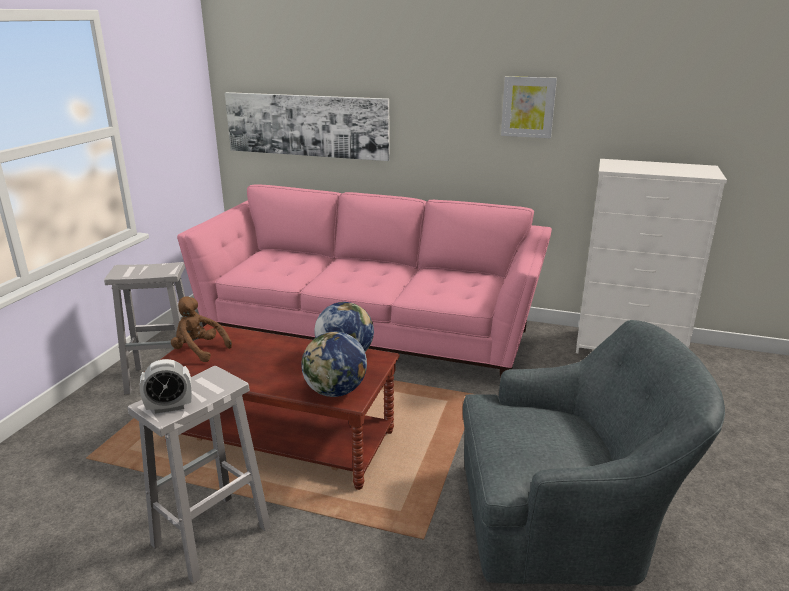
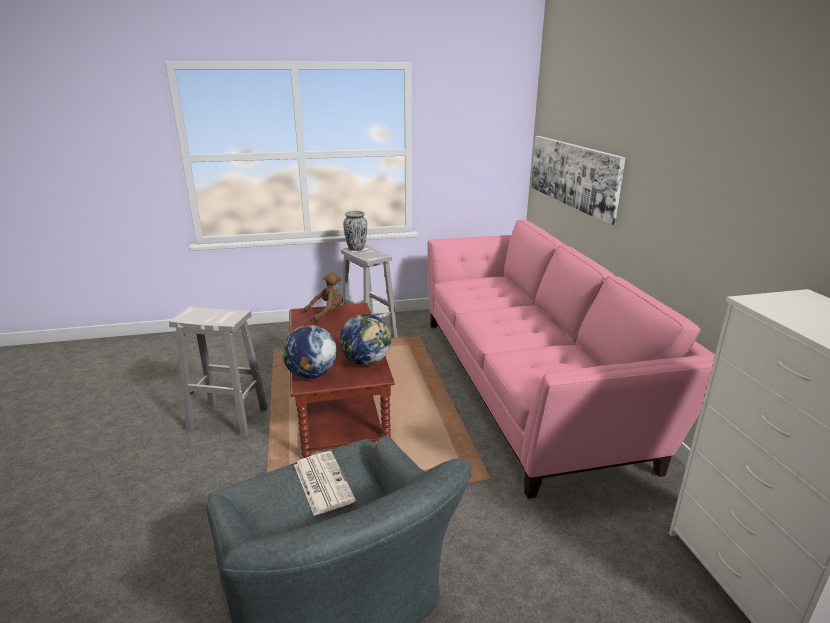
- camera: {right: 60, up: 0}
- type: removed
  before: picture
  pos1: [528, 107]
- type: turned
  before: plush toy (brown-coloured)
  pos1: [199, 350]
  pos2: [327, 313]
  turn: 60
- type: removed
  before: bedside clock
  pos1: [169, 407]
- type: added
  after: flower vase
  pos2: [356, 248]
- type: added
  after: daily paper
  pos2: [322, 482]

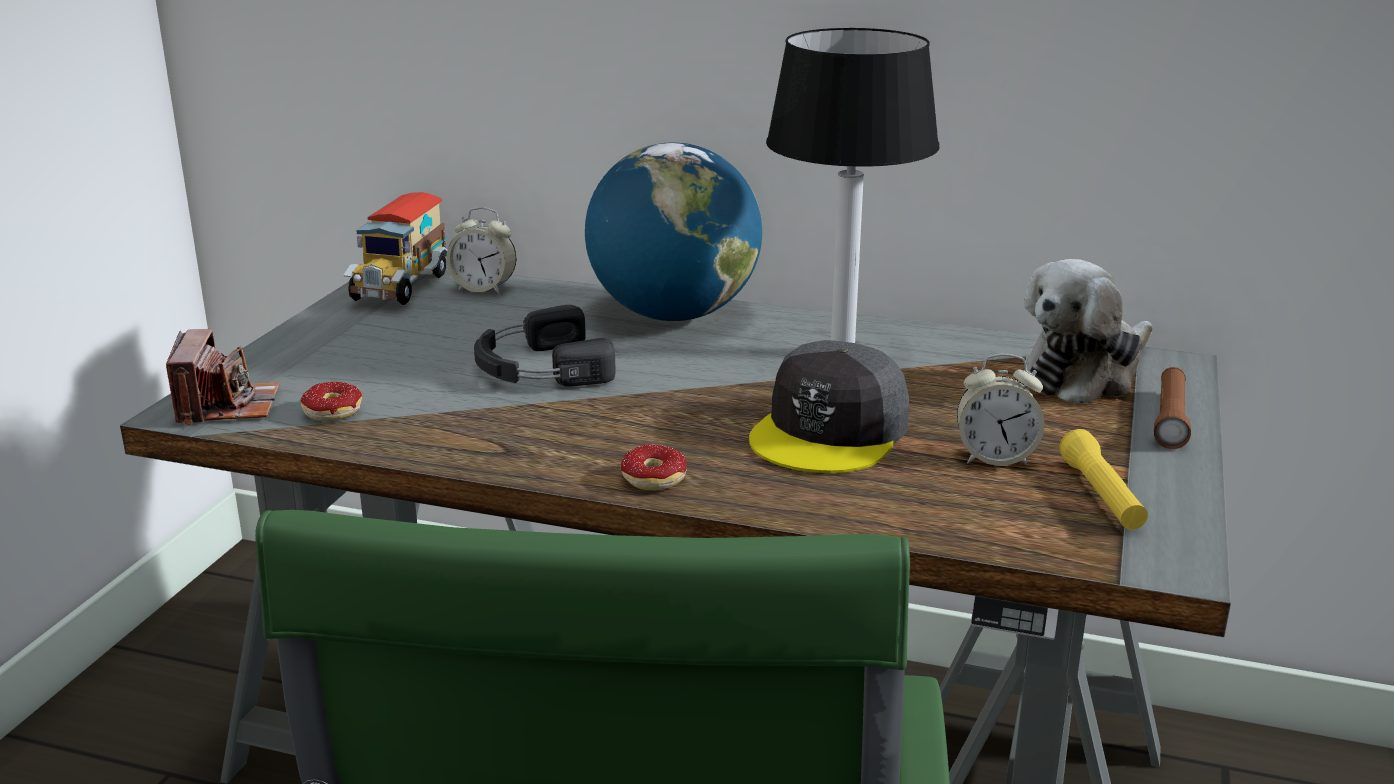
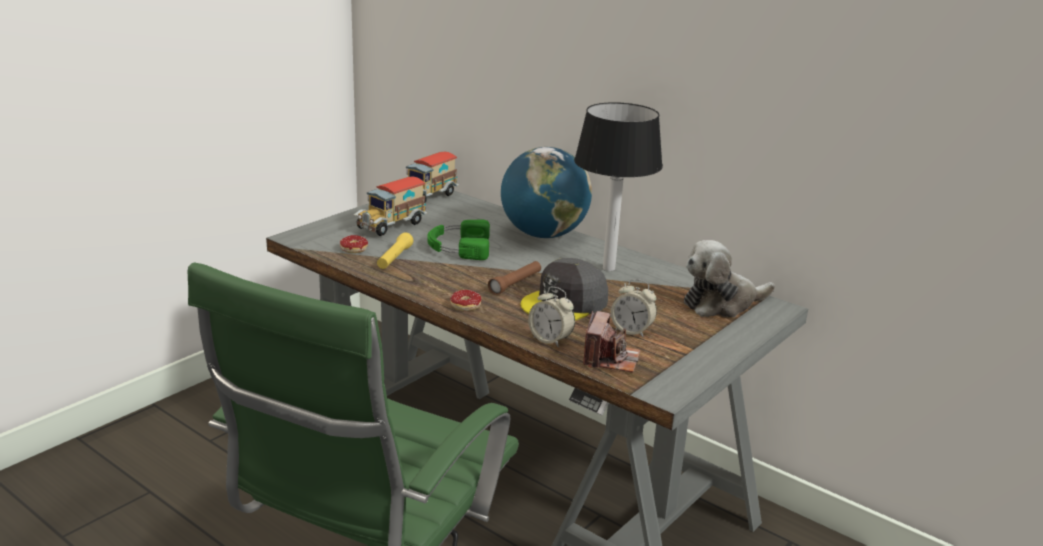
- camera: {right: 20, up: 0}
- type: moved
  before: bedside clock
  pos1: [484, 289]
  pos2: [550, 340]
- type: recoloured
  before: pair of headphones (black-coloured)
  after: pair of headphones (green)
  pos1: [538, 367]
  pos2: [458, 247]
- type: moved
  before: still camera
  pos1: [227, 406]
  pos2: [610, 359]
- type: moved
  before: torch (brown-coloured)
  pos1: [1170, 419]
  pos2: [515, 284]
- type: moved
  before: torch (yellow)
  pos1: [1101, 496]
  pos2: [394, 258]
- type: added
  after: model truck
  pos2: [391, 226]

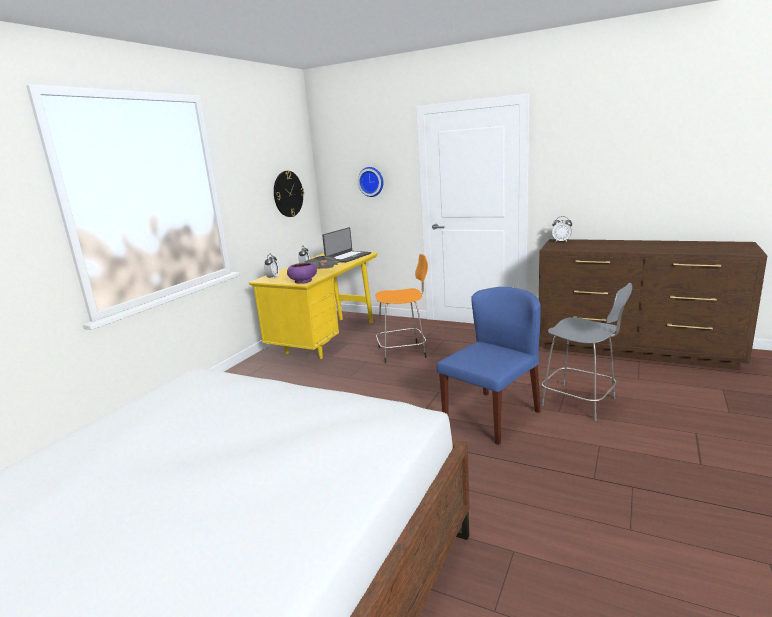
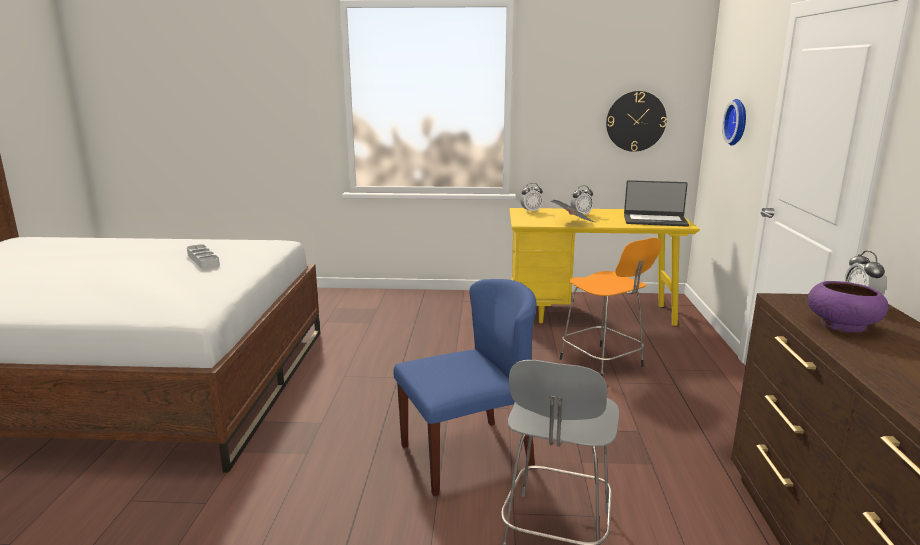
- camera: {right: 65, up: 0}
- type: moved
  before: serving bowl (purple)
  pos1: [303, 281]
  pos2: [841, 325]
- type: turned
  before: plain chair (blue)
  pos1: [491, 416]
  pos2: [466, 455]
  turn: -45
- type: added
  after: carrying tray (greyish)
  pos2: [203, 260]

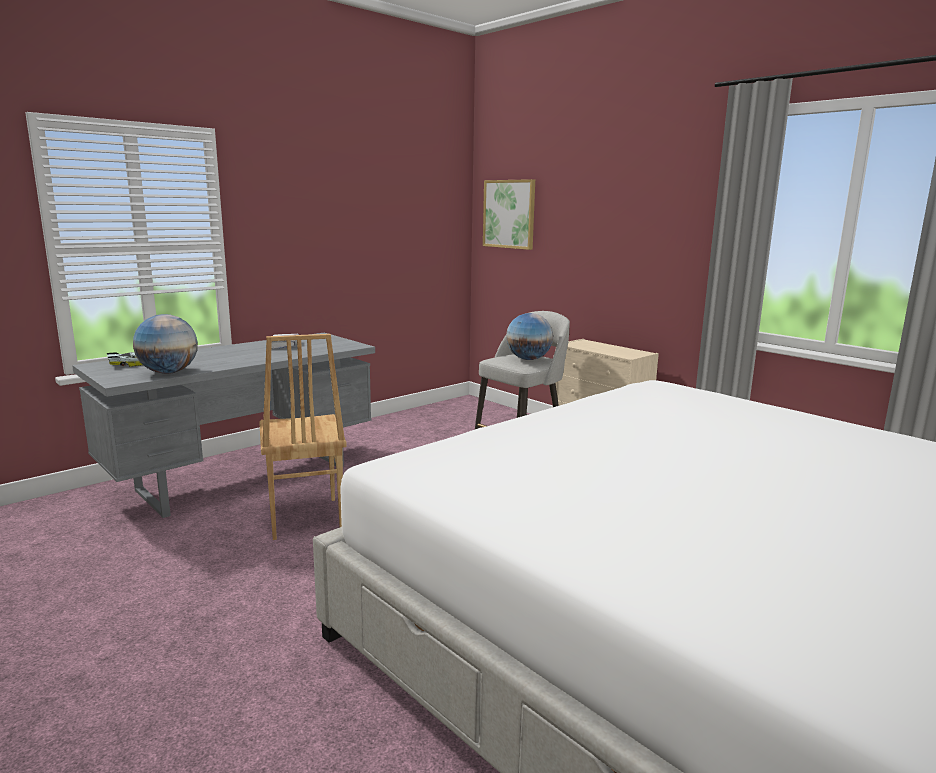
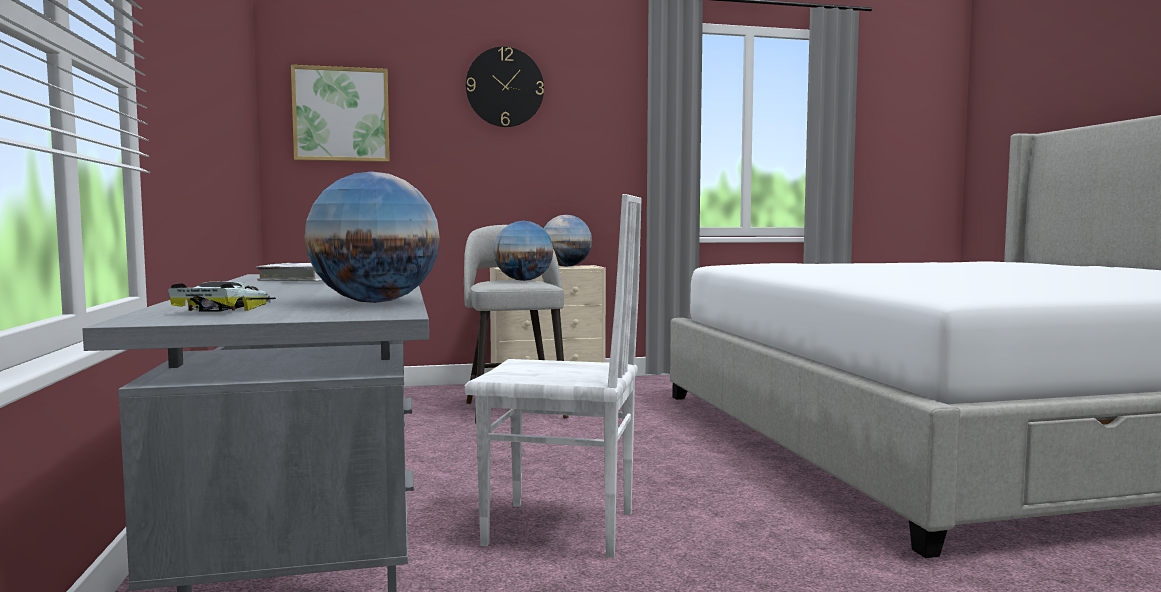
- camera: {right: -60, up: -10}
- type: recoloured
  before: plain chair (brown-coloured)
  after: plain chair (white-coloured)
  pos1: [304, 518]
  pos2: [560, 530]
- type: added
  after: clock on the wall
  pos2: [504, 87]
- type: added
  after: globe
  pos2: [566, 266]

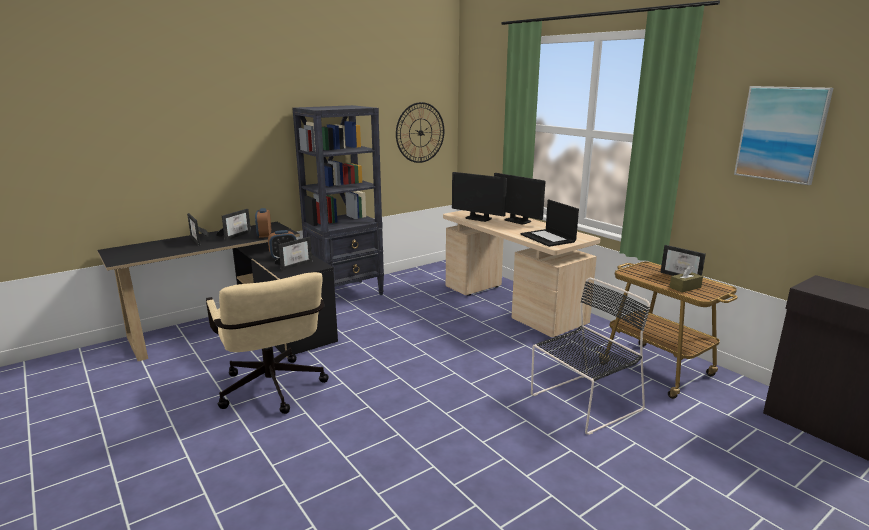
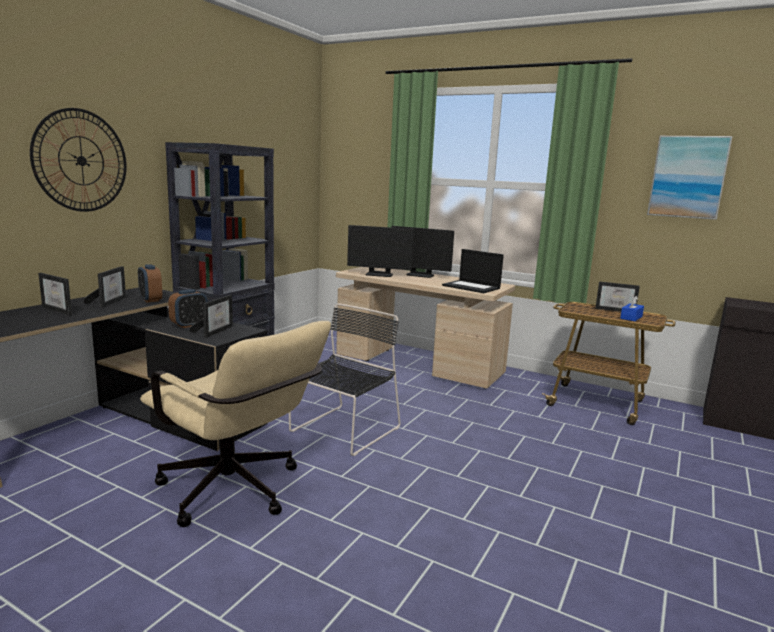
- camera: {right: -25, up: -5}
- type: moved
  before: clock on the wall
  pos1: [420, 133]
  pos2: [81, 161]
- type: recoloured
  before: tissue holder (brown-coloured)
  after: tissue holder (blue)
  pos1: [685, 287]
  pos2: [631, 317]
- type: moved
  before: plain chair (black-coloured)
  pos1: [583, 403]
  pos2: [343, 430]

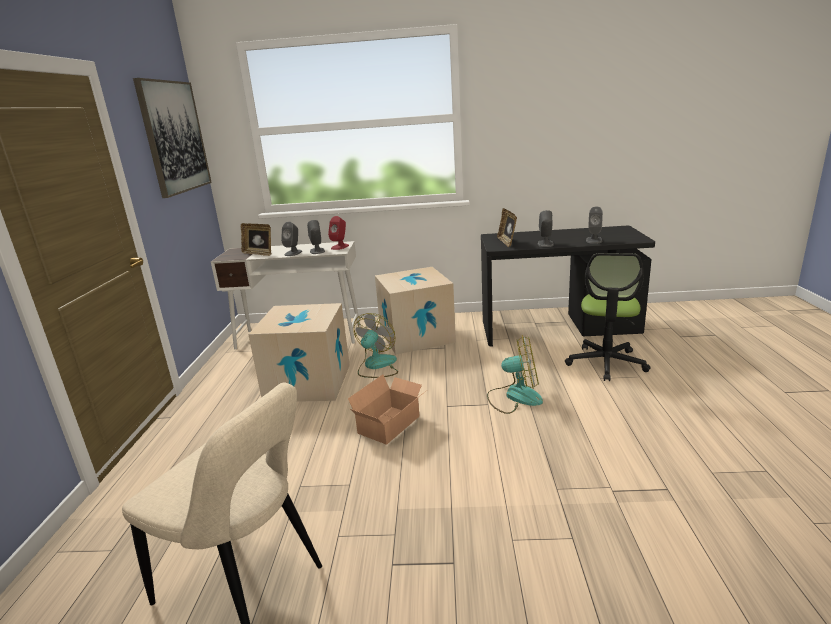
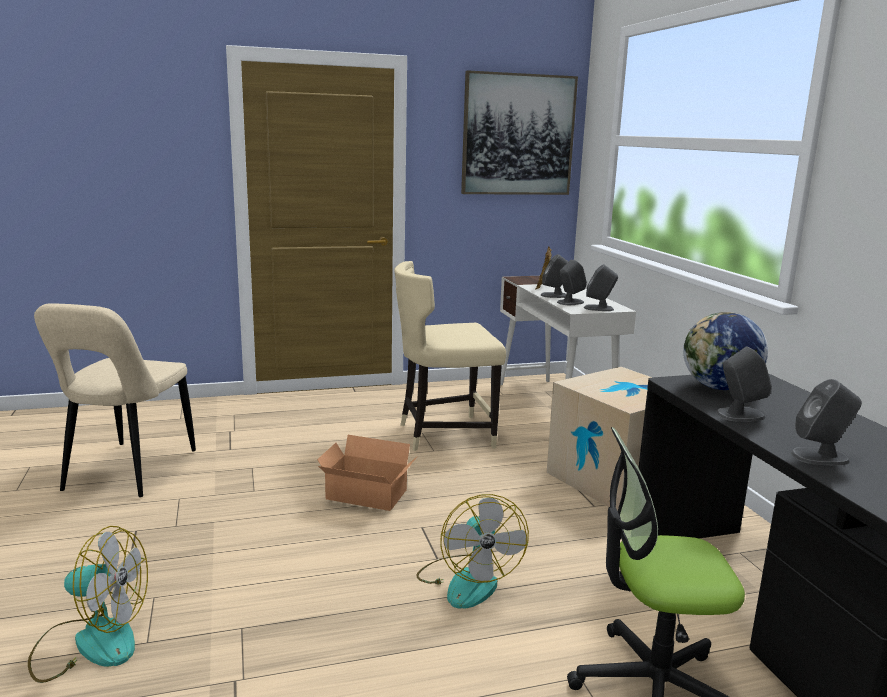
- camera: {right: 70, up: -5}
- type: replaced
  before: standing frame
  after: globe
  pos1: [507, 242]
  pos2: [719, 388]
- type: recoloured
  before: audio speaker (reddish)
  after: audio speaker (greyish)
  pos1: [340, 247]
  pos2: [599, 308]
- type: replaced
  before: carton
  after: plain chair (beige)
  pos1: [308, 382]
  pos2: [443, 434]
- type: moved
  before: fan
  pos1: [376, 366]
  pos2: [90, 642]

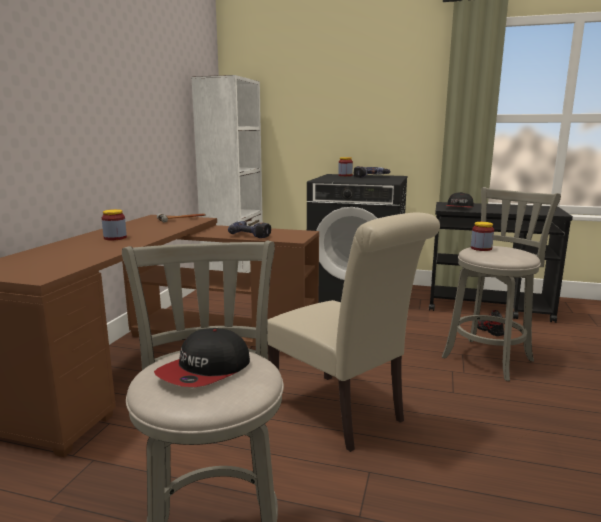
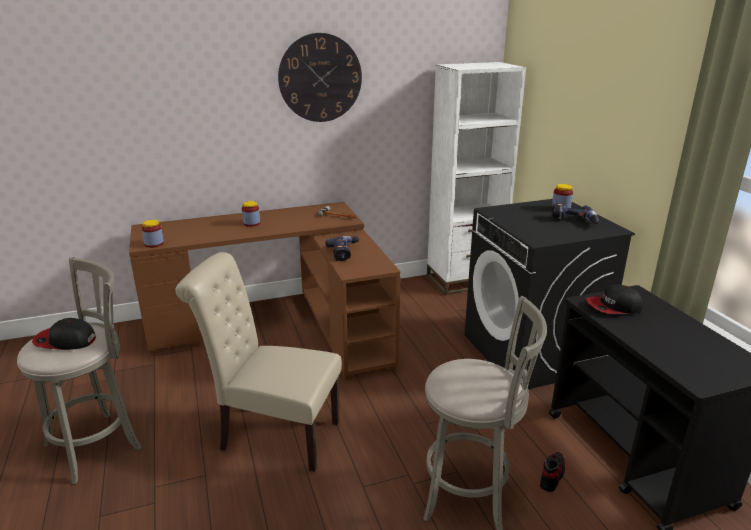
- camera: {right: 55, up: 10}
- type: turned
  before: plain chair (beige)
  pos1: [342, 413]
  pos2: [273, 434]
  turn: 90
- type: moved
  before: jar
  pos1: [481, 248]
  pos2: [154, 244]
- type: added
  after: clock on the wall
  pos2: [320, 78]

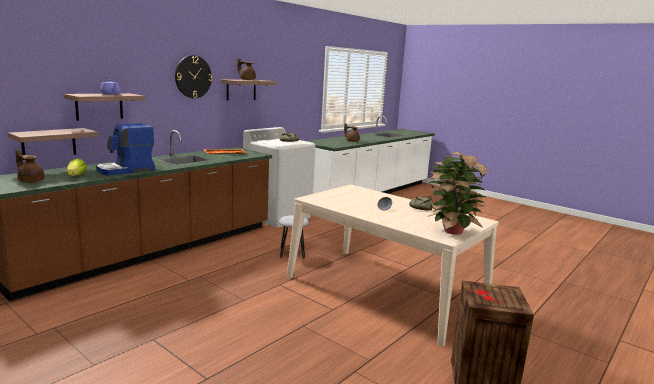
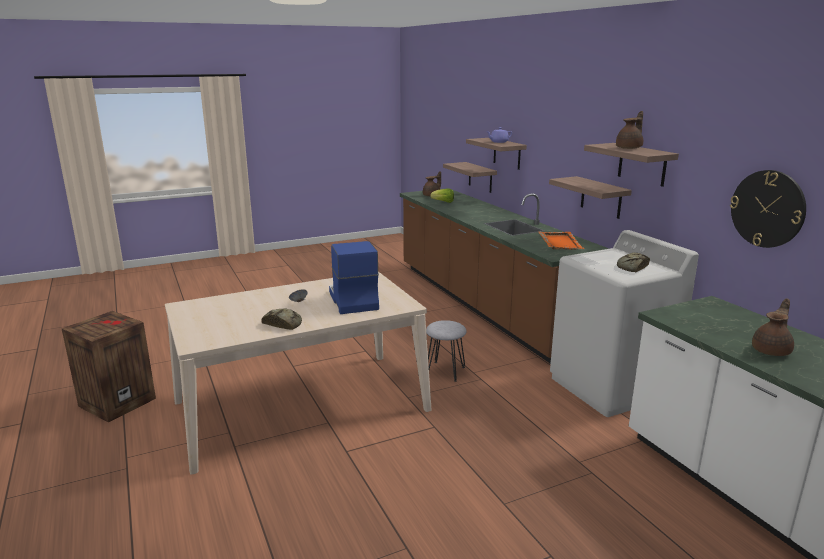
- camera: {right: 115, up: 5}
- type: moved
  before: clock on the wall
  pos1: [193, 77]
  pos2: [767, 209]
- type: moved
  before: coffee maker
  pos1: [126, 170]
  pos2: [352, 300]
- type: removed
  before: houseplant
  pos1: [451, 231]
- type: added
  after: bracket shelf
  pos2: [601, 197]

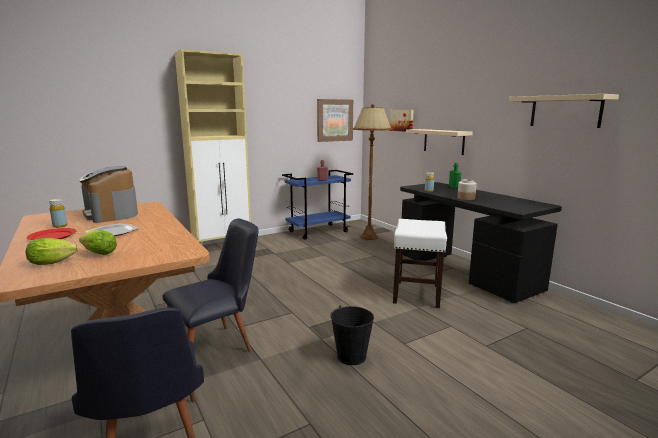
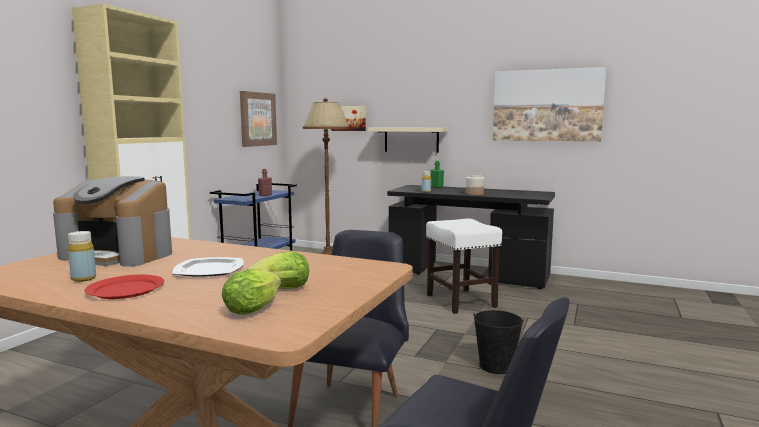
- camera: {right: -35, up: -5}
- type: replaced
  before: bracket shelf (beige)
  after: picture
  pos1: [565, 111]
  pos2: [547, 105]

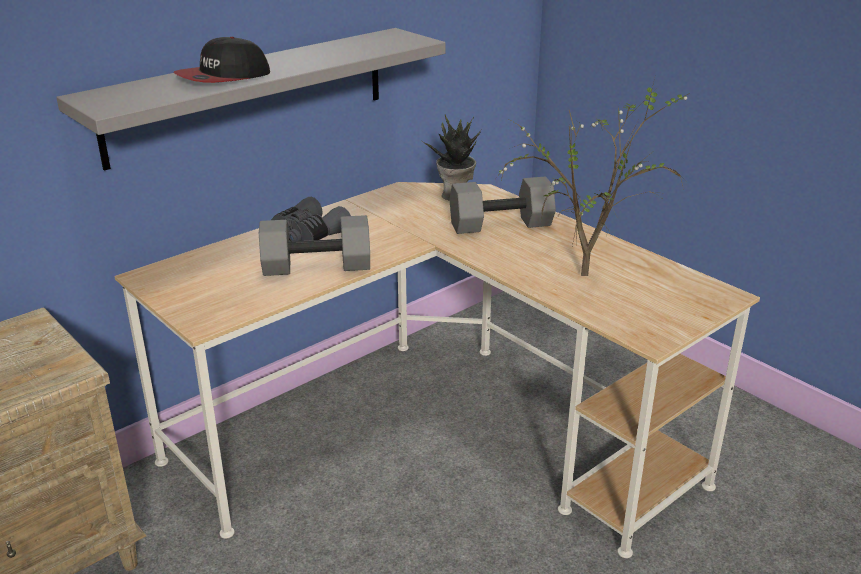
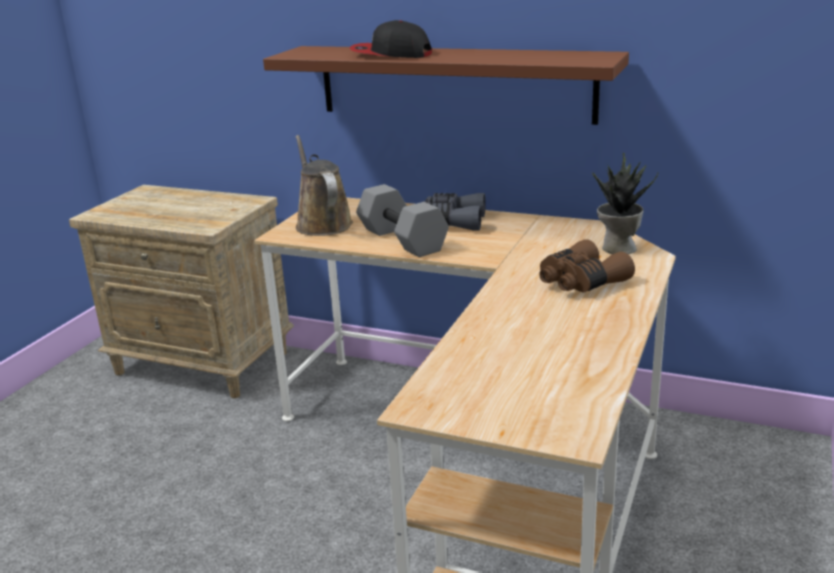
- camera: {right: 65, up: -5}
- type: recoloured
  before: bracket shelf (greyish)
  after: bracket shelf (brown-coloured)
  pos1: [250, 95]
  pos2: [453, 83]
- type: removed
  before: houseplant
  pos1: [587, 272]
- type: replaced
  before: dumbbell (greyish)
  after: field glasses (brown-coloured)
  pos1: [500, 225]
  pos2: [580, 282]
- type: added
  after: sprinkling can (brown-coloured)
  pos2: [322, 224]

